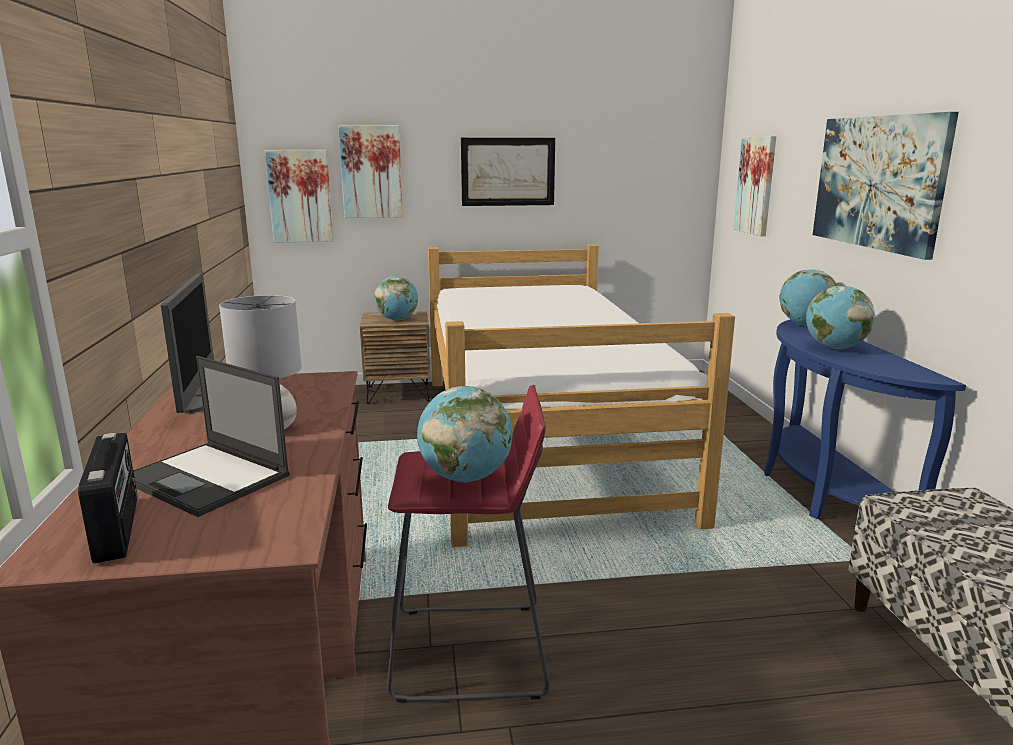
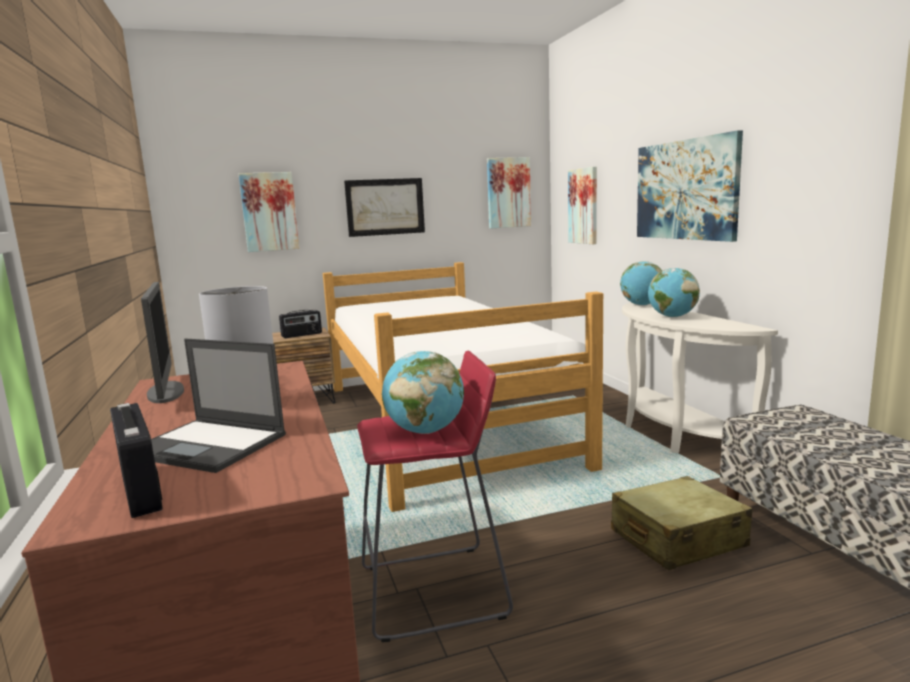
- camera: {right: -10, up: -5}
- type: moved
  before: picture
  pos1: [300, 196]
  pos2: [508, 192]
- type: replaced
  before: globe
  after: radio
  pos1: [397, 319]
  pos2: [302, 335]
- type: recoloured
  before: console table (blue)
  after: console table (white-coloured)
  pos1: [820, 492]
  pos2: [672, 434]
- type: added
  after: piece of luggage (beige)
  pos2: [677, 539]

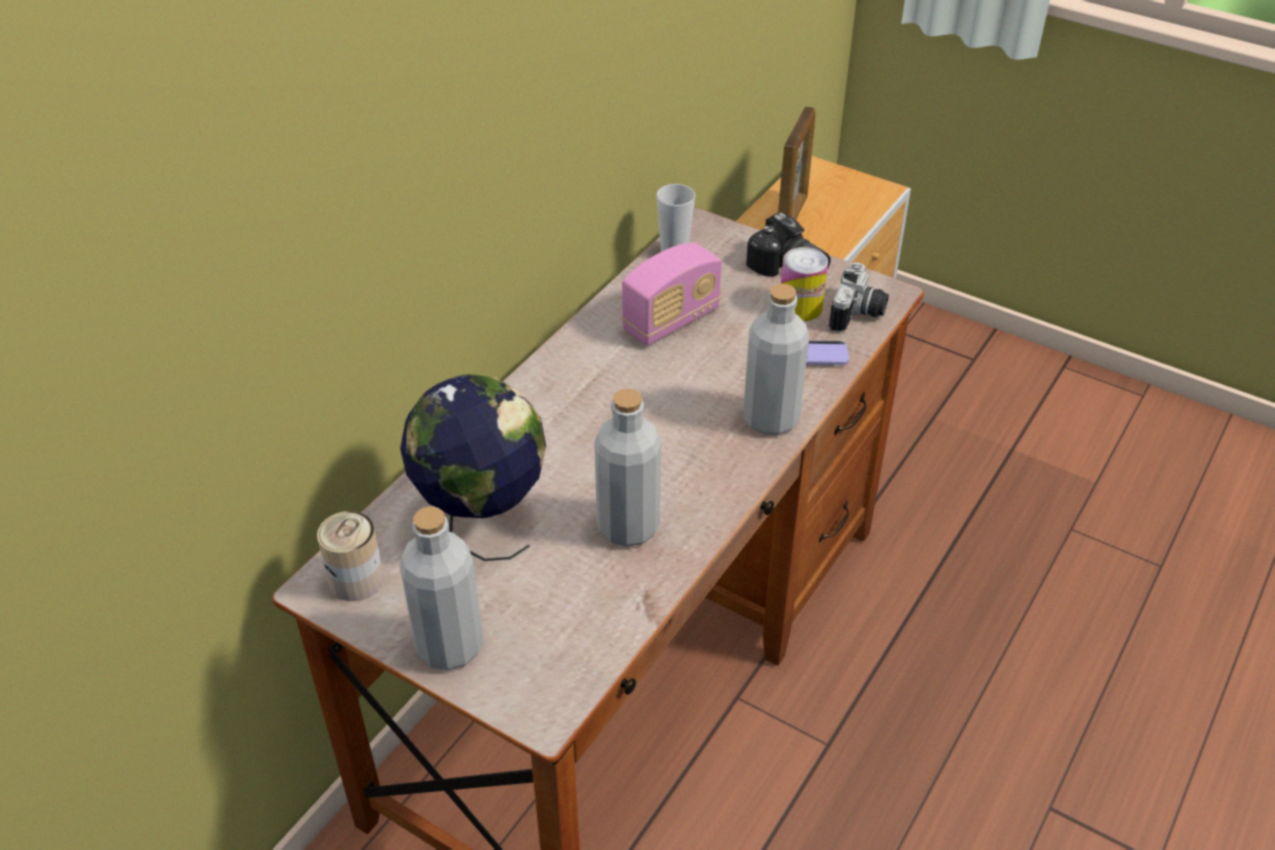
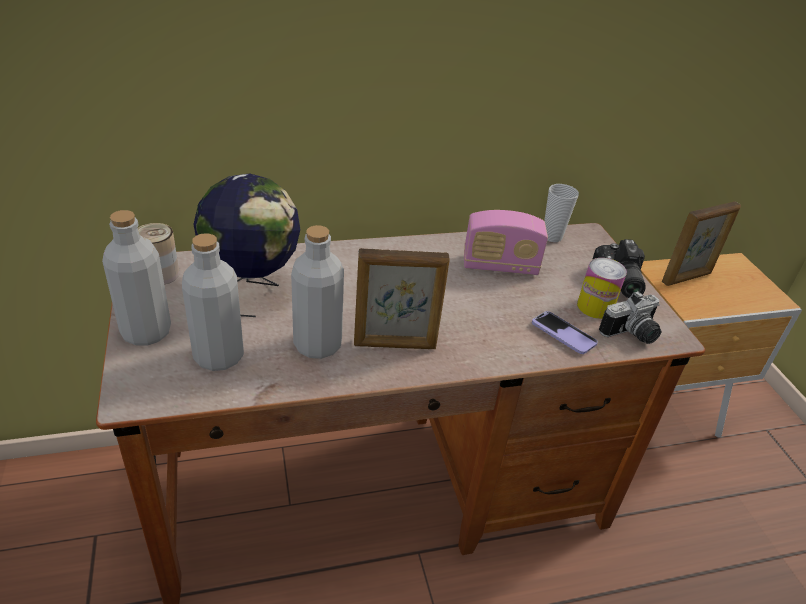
- camera: {right: 40, up: -5}
- type: moved
  before: bottle (greyish)
  pos1: [770, 419]
  pos2: [219, 356]
- type: added
  after: standing frame
  pos2: [395, 345]

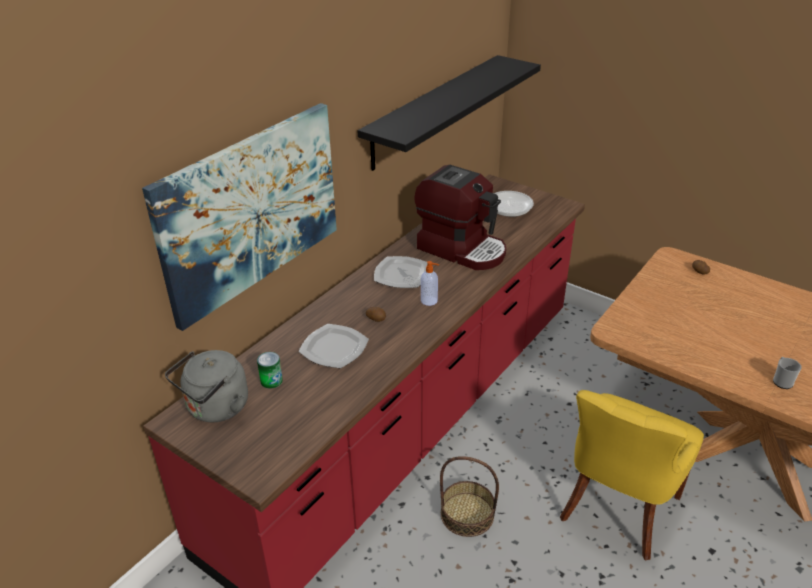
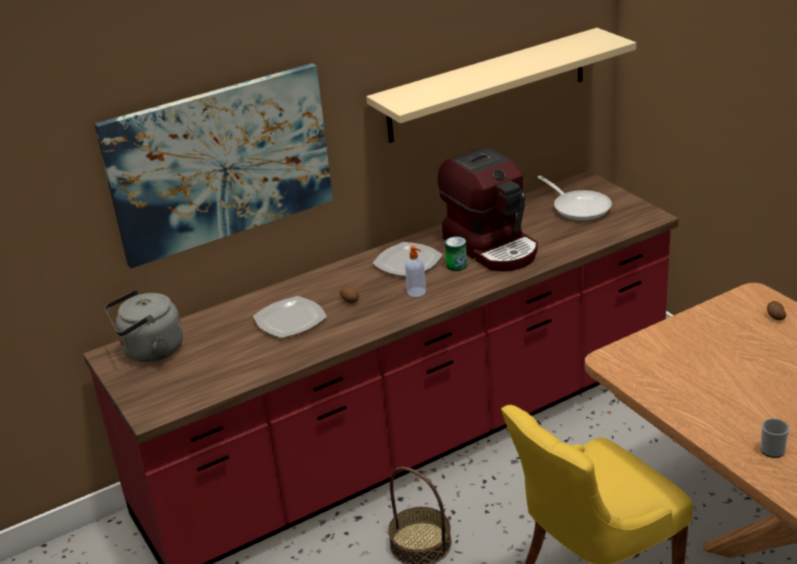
- camera: {right: 25, up: -5}
- type: recoloured
  before: bracket shelf (black-coloured)
  after: bracket shelf (beige)
  pos1: [434, 111]
  pos2: [488, 85]
- type: moved
  before: sealed can
  pos1: [271, 381]
  pos2: [456, 265]

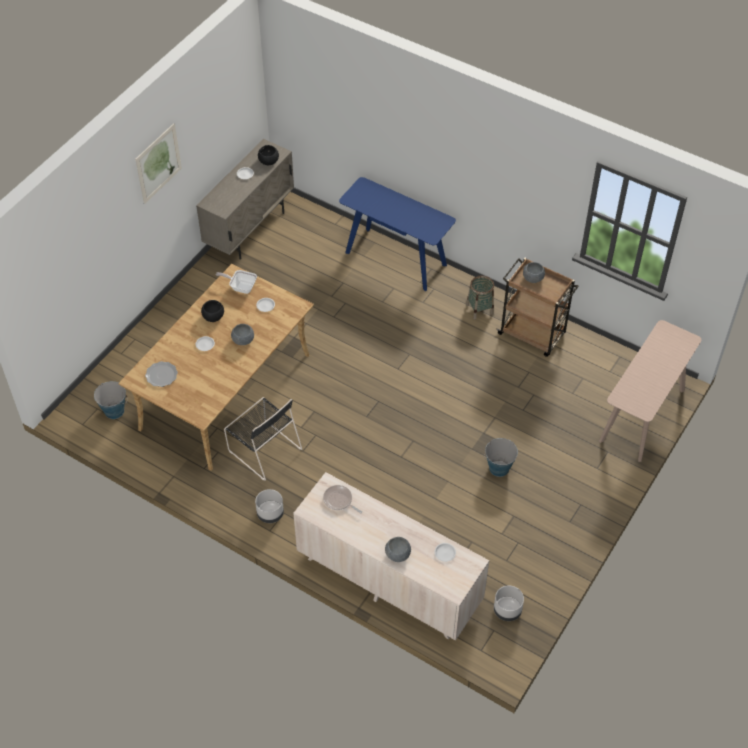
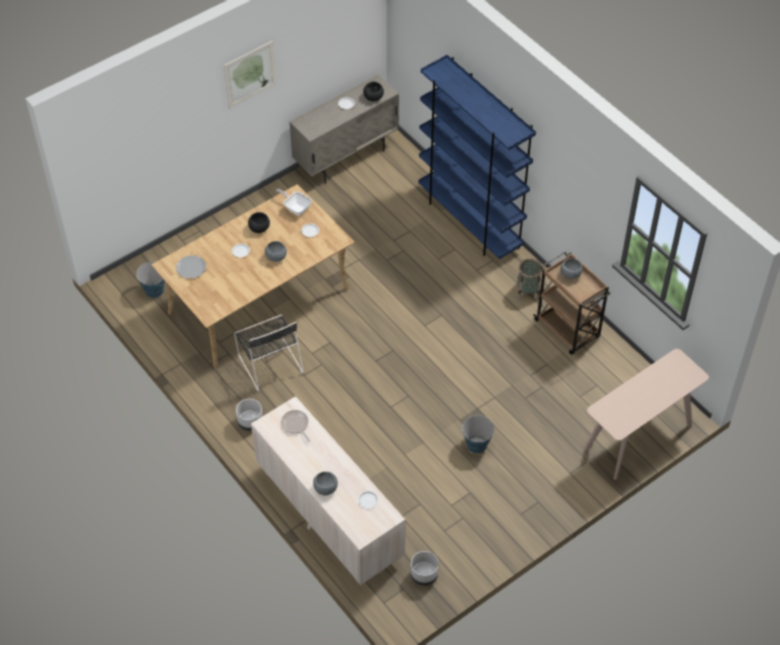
- camera: {right: 20, up: 0}
- type: replaced
  before: console table (blue)
  after: bookshelf (blue)
  pos1: [396, 258]
  pos2: [470, 221]

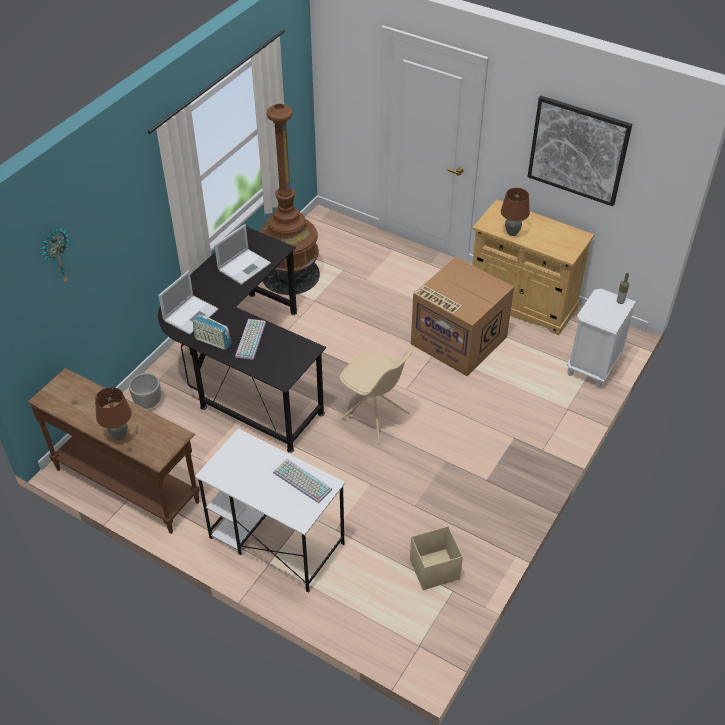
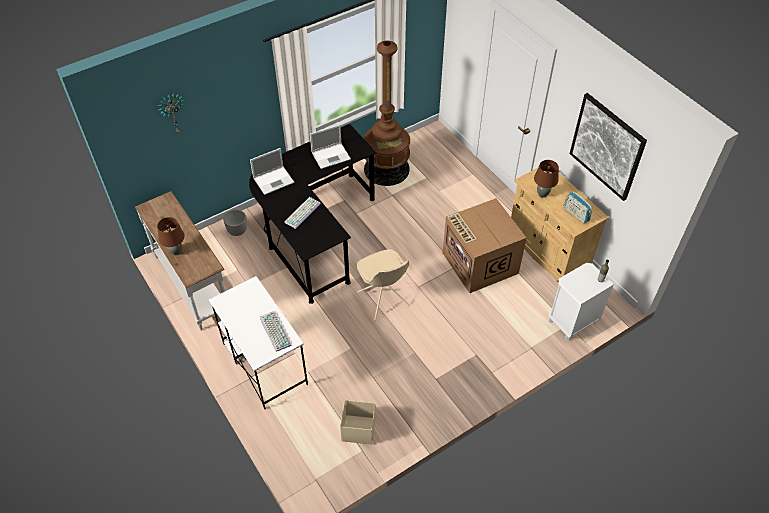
- camera: {right: 25, up: 5}
- type: moved
  before: radio
  pos1: [213, 342]
  pos2: [576, 214]
- type: recoloured
  before: console table (brown-coloured)
  after: console table (white-coloured)
  pos1: [128, 484]
  pos2: [193, 285]

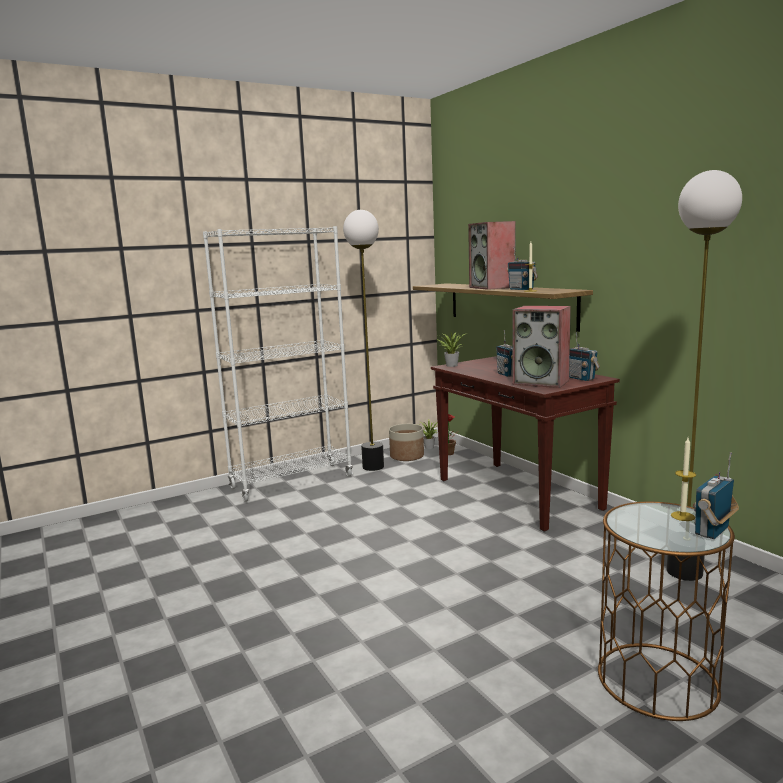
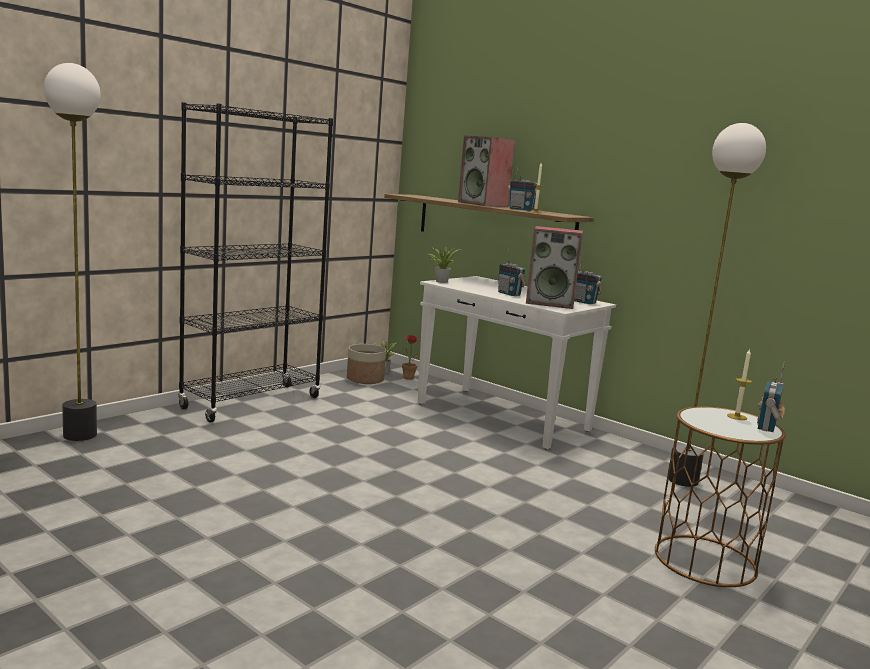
- camera: {right: -20, up: 0}
- type: moved
  before: standing lamp
  pos1: [373, 466]
  pos2: [80, 435]
- type: recoloured
  before: bookshelf (white-coloured)
  after: bookshelf (black-coloured)
  pos1: [292, 482]
  pos2: [251, 403]
- type: recoloured
  before: console table (brown-coloured)
  after: console table (white-coloured)
  pos1: [519, 494]
  pos2: [503, 417]

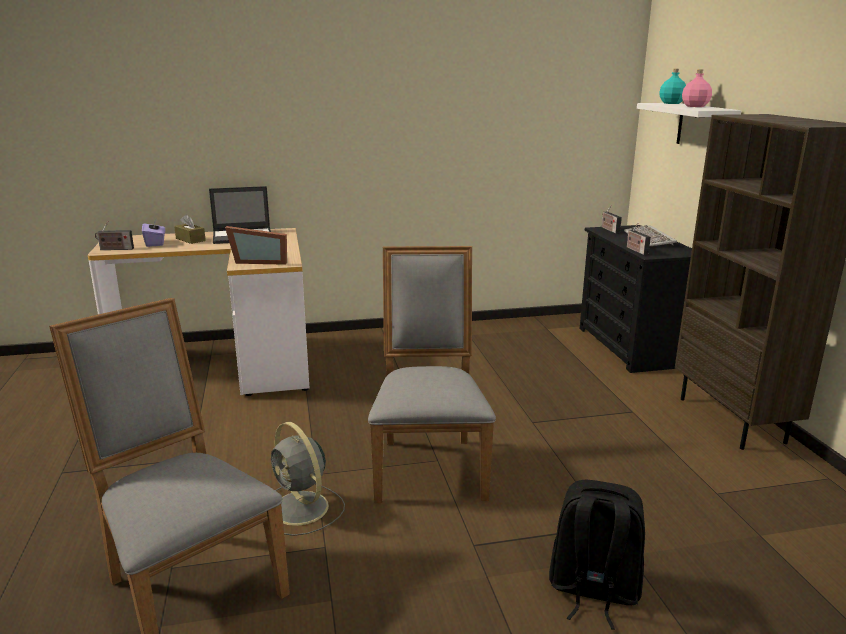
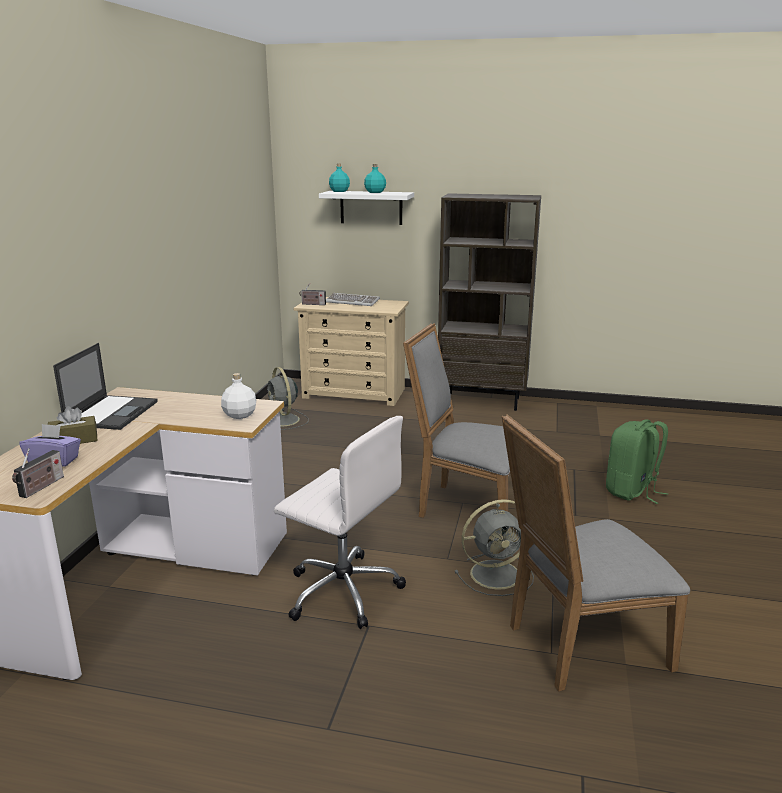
- camera: {right: -65, up: 0}
- type: recoloured
  before: bottle (pink)
  after: bottle (turquoise-coloured)
  pos1: [694, 106]
  pos2: [375, 192]
- type: removed
  before: radio
  pos1: [635, 250]
- type: recoloured
  before: chest of drawers (black-coloured)
  after: chest of drawers (beige)
  pos1: [630, 347]
  pos2: [354, 393]
- type: replaced
  before: standing frame
  after: bottle (white-coloured)
  pos1: [260, 261]
  pos2: [240, 415]
- type: recoloured
  before: backpack (black-coloured)
  after: backpack (green)
  pos1: [592, 591]
  pos2: [632, 491]
- type: added
  after: fan (greyish)
  pos2: [283, 421]
- type: added
  after: office chair (white-coloured)
  pos2: [342, 590]

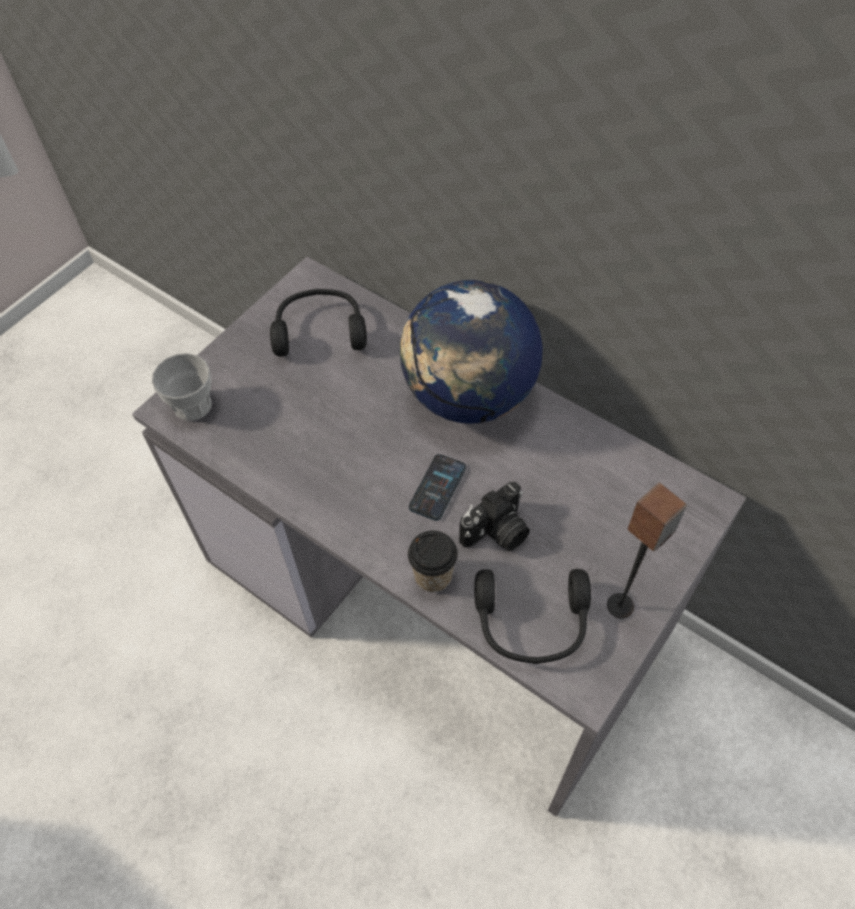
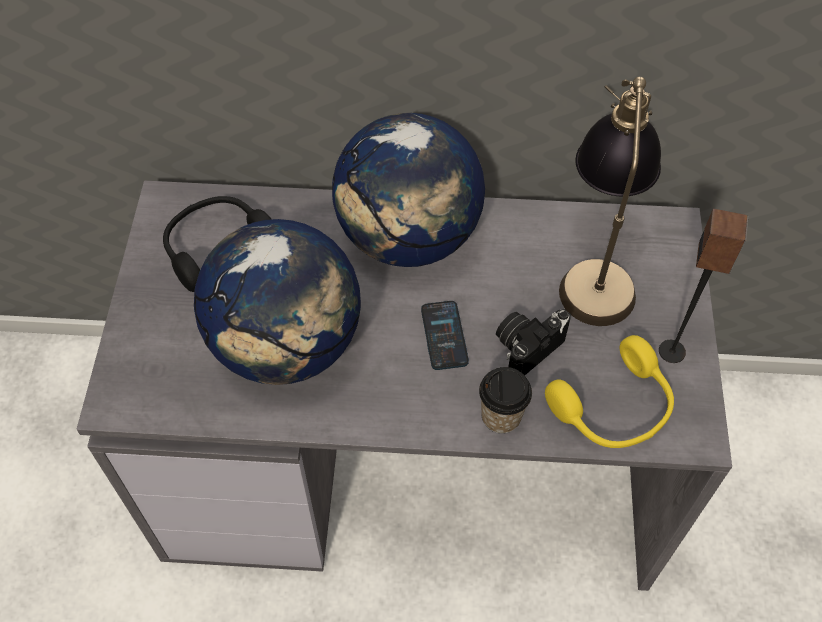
- camera: {right: -35, up: 0}
- type: removed
  before: small cup
  pos1: [192, 405]
- type: turned
  before: still camera
  pos1: [497, 533]
  pos2: [526, 347]
  turn: -150
- type: recoloured
  before: pair of headphones (black-coloured)
  after: pair of headphones (yellow)
  pos1: [531, 624]
  pos2: [614, 409]
- type: added
  after: tabletop lamp
  pos2: [597, 266]
- type: added
  after: globe
  pos2: [287, 345]

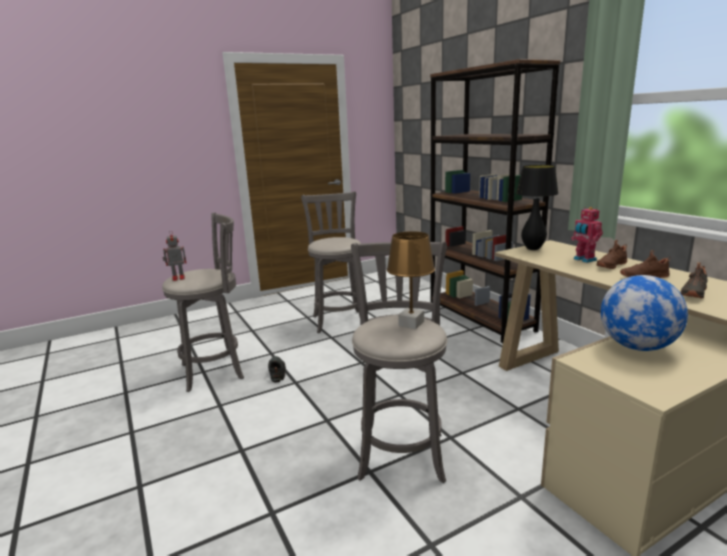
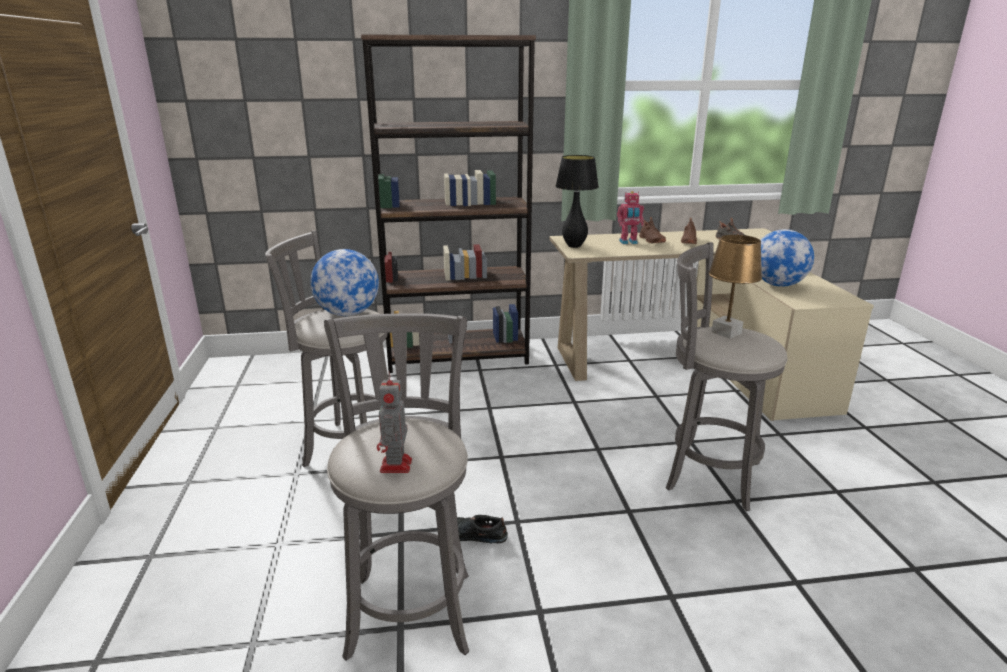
- camera: {right: -70, up: 5}
- type: added
  after: globe
  pos2: [348, 314]

